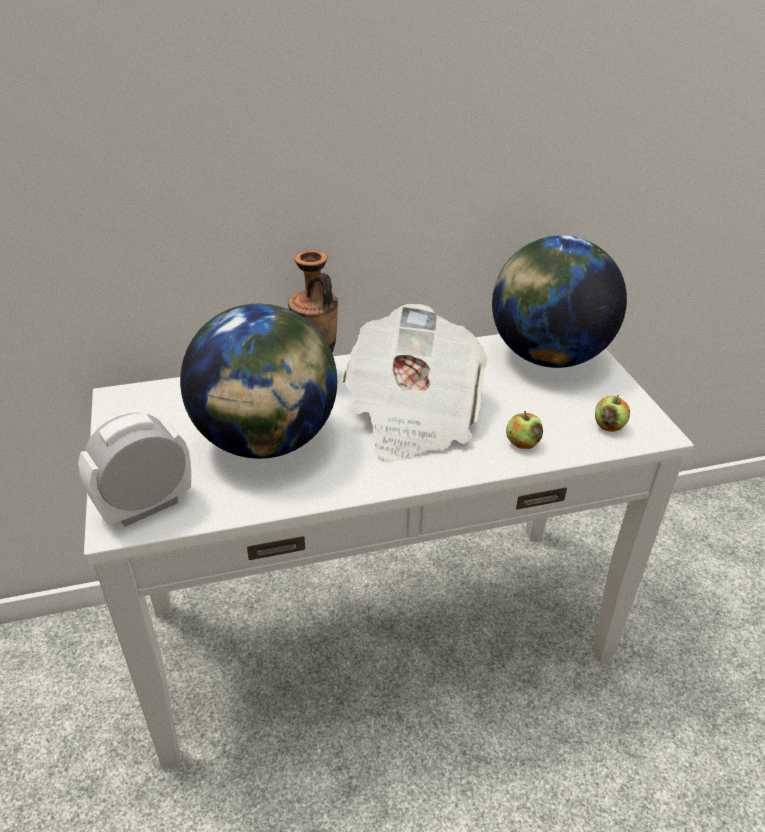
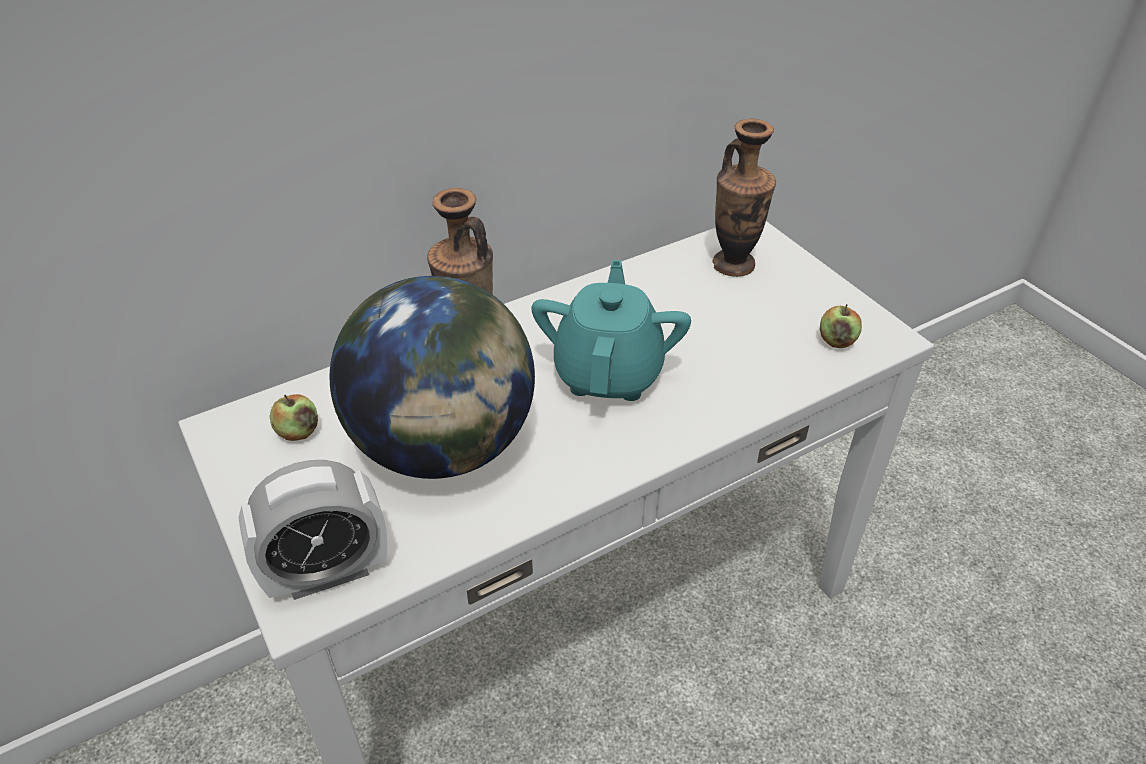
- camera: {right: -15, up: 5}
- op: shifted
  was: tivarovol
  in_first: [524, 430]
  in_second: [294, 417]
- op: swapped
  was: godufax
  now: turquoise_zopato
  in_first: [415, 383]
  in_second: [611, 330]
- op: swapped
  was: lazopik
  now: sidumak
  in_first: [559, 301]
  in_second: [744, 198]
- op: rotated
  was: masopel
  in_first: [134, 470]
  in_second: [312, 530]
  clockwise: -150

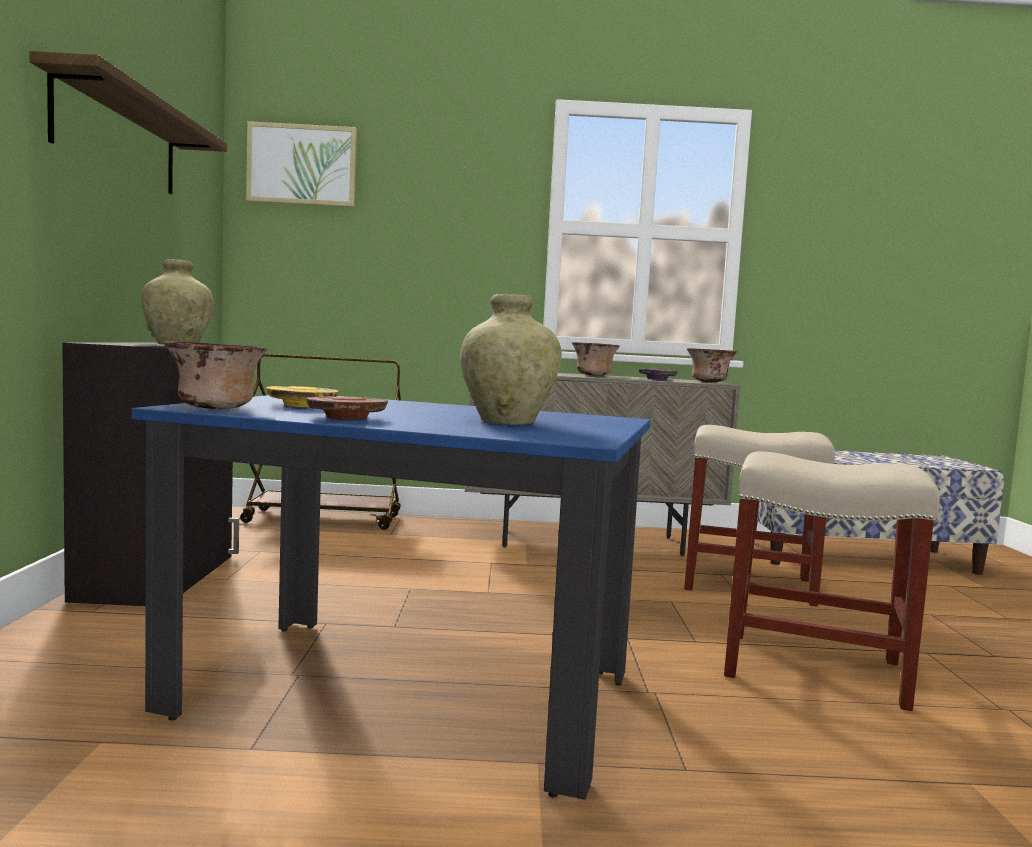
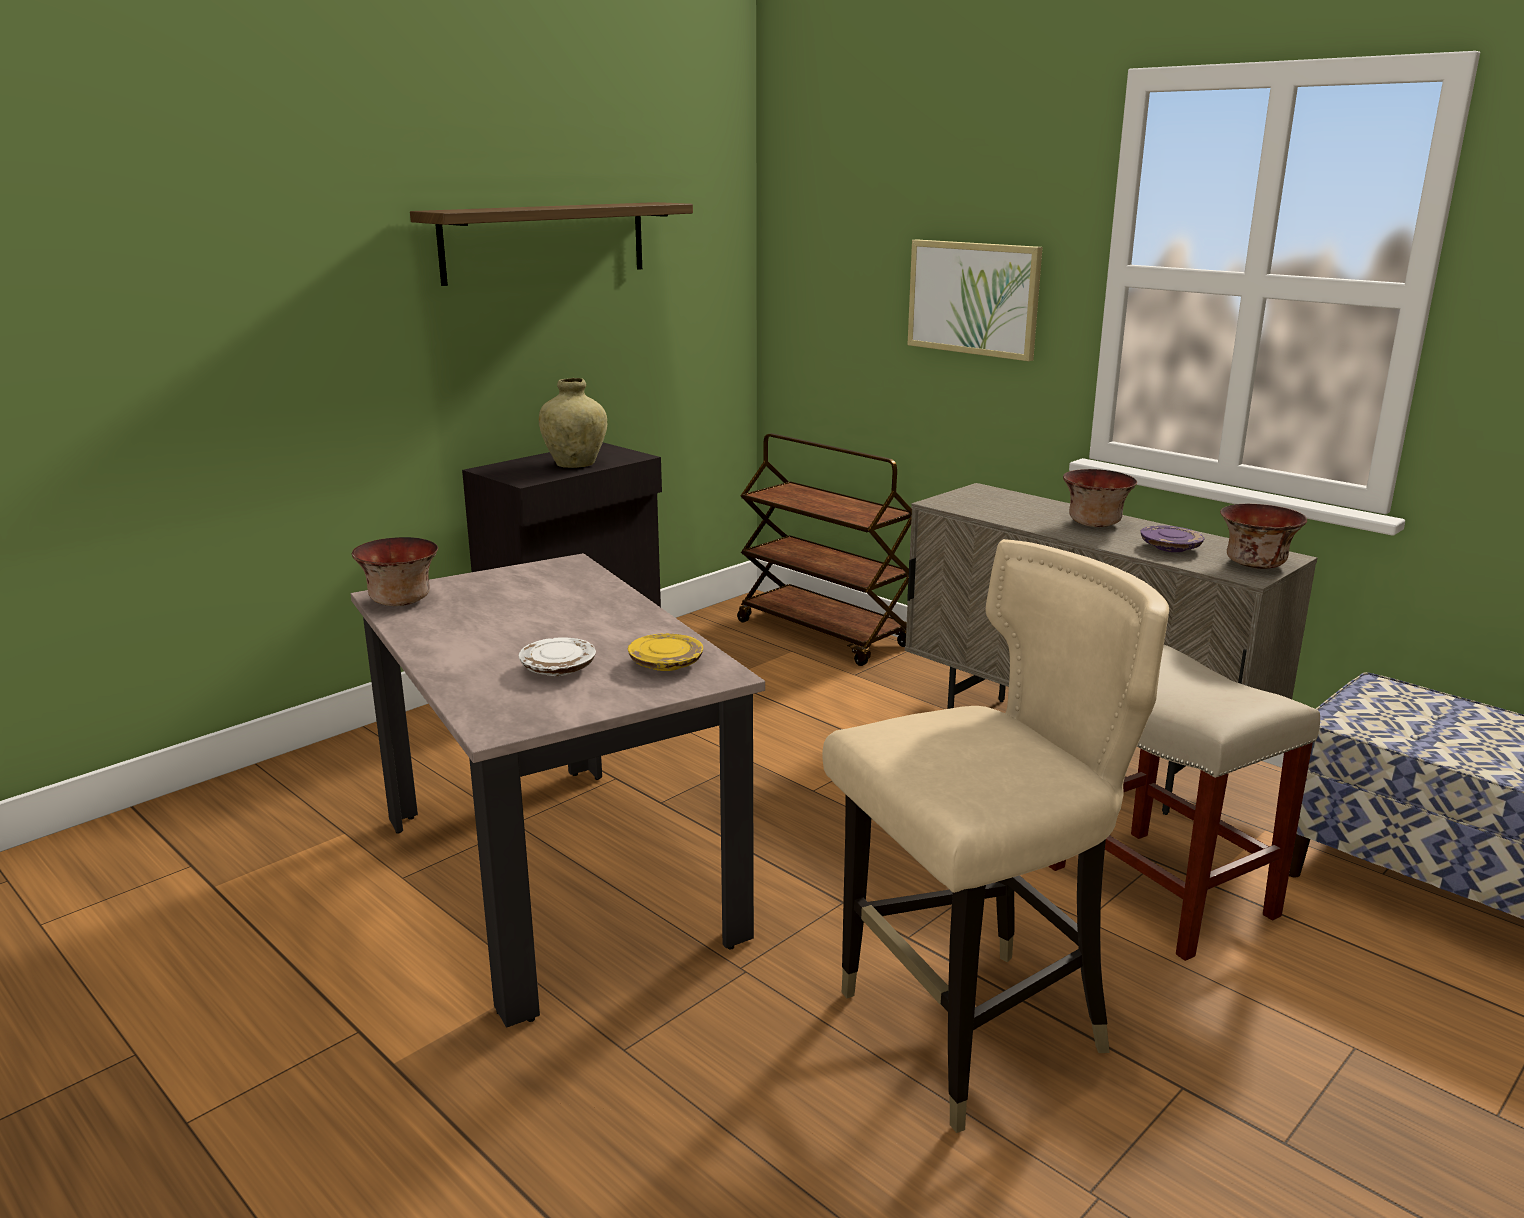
- camera: {right: 45, up: 15}
- op: gone
  was: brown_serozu
  in_first: [347, 408]
- op: shifted
  was: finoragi
  in_first: [301, 164]
  in_second: [975, 300]
- op: shifted
  was: yellow_serozu
  in_first: [302, 396]
  in_second: [665, 652]
- op: swapped
  was: beige_sidumak
  now: white_serozu
  in_first: [511, 359]
  in_second: [557, 656]
- op: swapped
  was: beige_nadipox
  now: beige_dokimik
  in_first: [832, 581]
  in_second: [995, 836]
- op: repainted
  was: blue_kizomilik
  now: beige_kizomilik
  in_first: [391, 597]
  in_second: [558, 790]

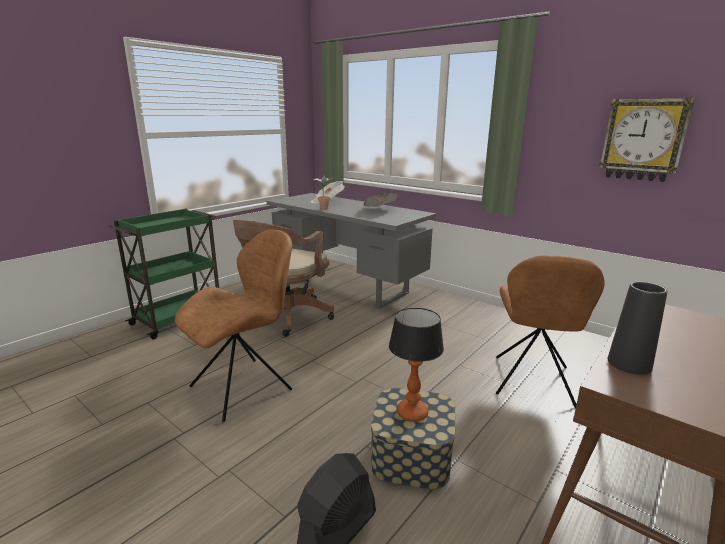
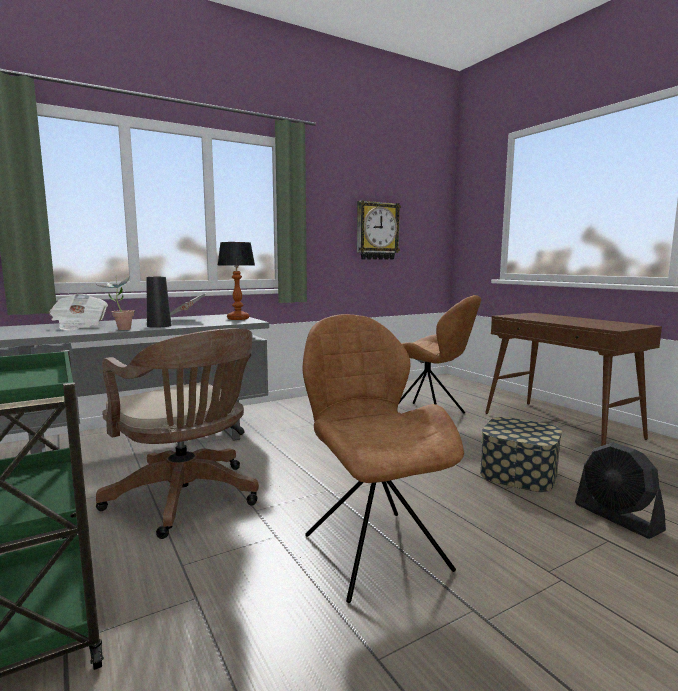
- camera: {right: -70, up: -10}
- op: shifted
  was: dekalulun
  in_first: [416, 365]
  in_second: [236, 281]
- op: shifted
  was: black_sidumak
  in_first: [638, 328]
  in_second: [159, 302]

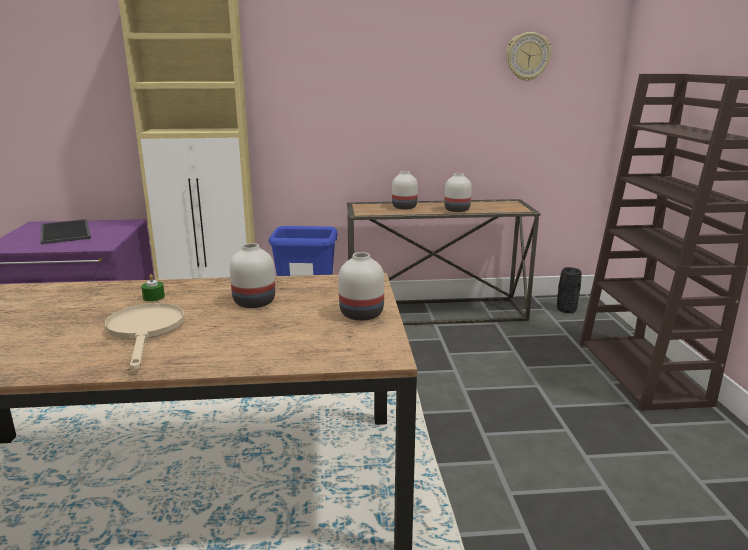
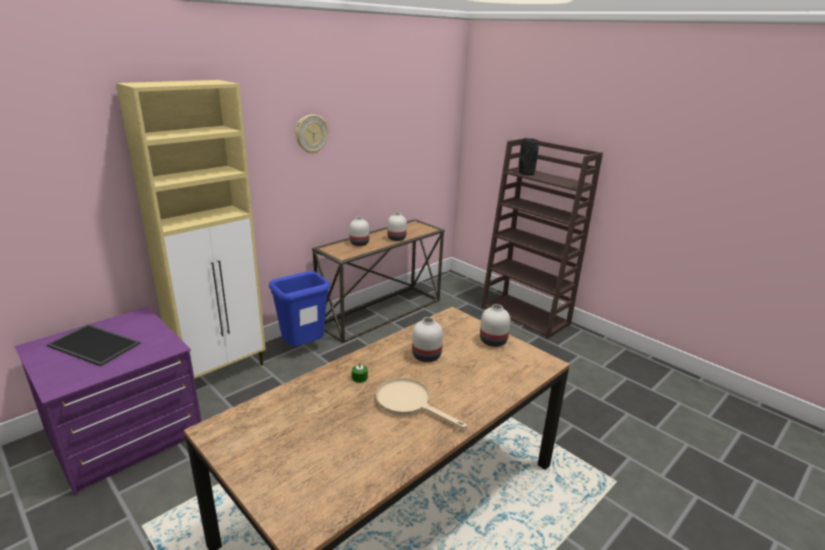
- camera: {right: -40, up: 5}
- op: shifted
  was: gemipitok
  in_first: [529, 56]
  in_second: [312, 134]
- op: shifted
  was: black_sidumak
  in_first: [569, 290]
  in_second: [529, 157]

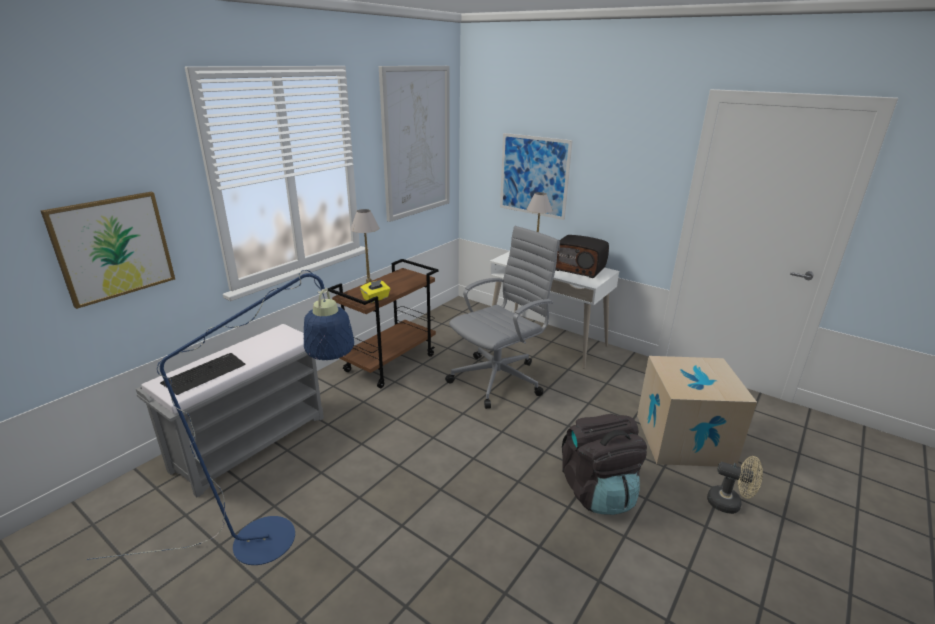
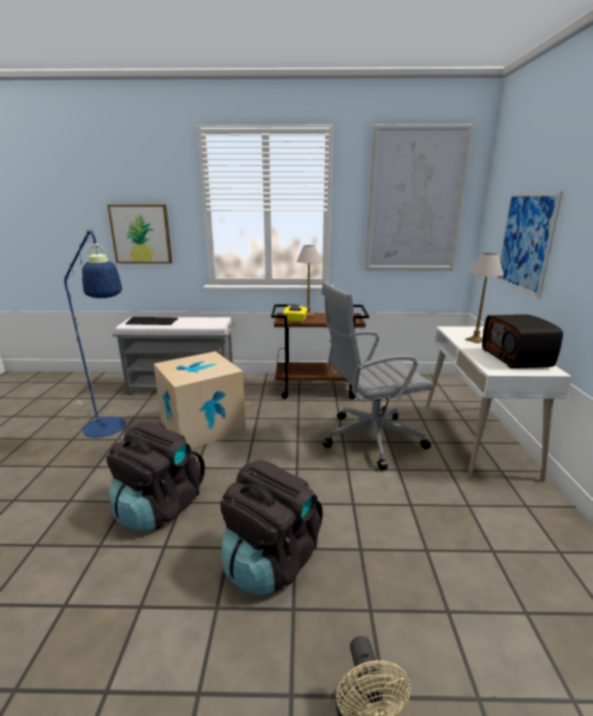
- camera: {right: 55, up: -5}
- op: new
  now: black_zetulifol
  in_second: [156, 476]
- op: shifted
  was: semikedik
  in_first: [697, 411]
  in_second: [200, 400]
- op: rotated
  was: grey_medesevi
  in_first: [502, 317]
  in_second: [377, 375]
  clockwise: 150

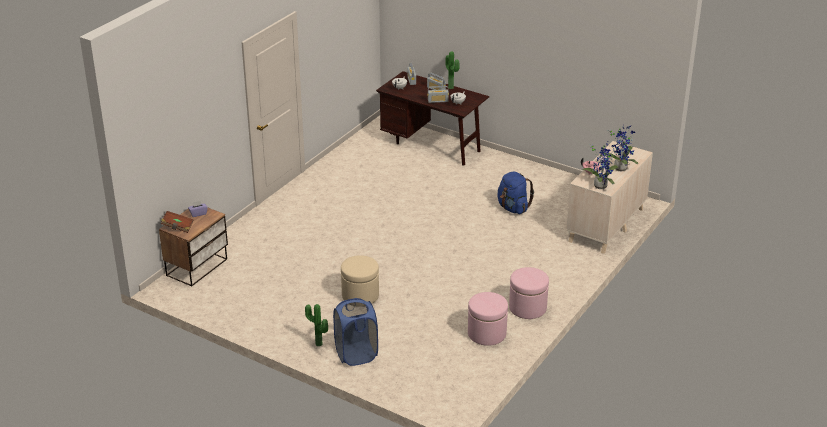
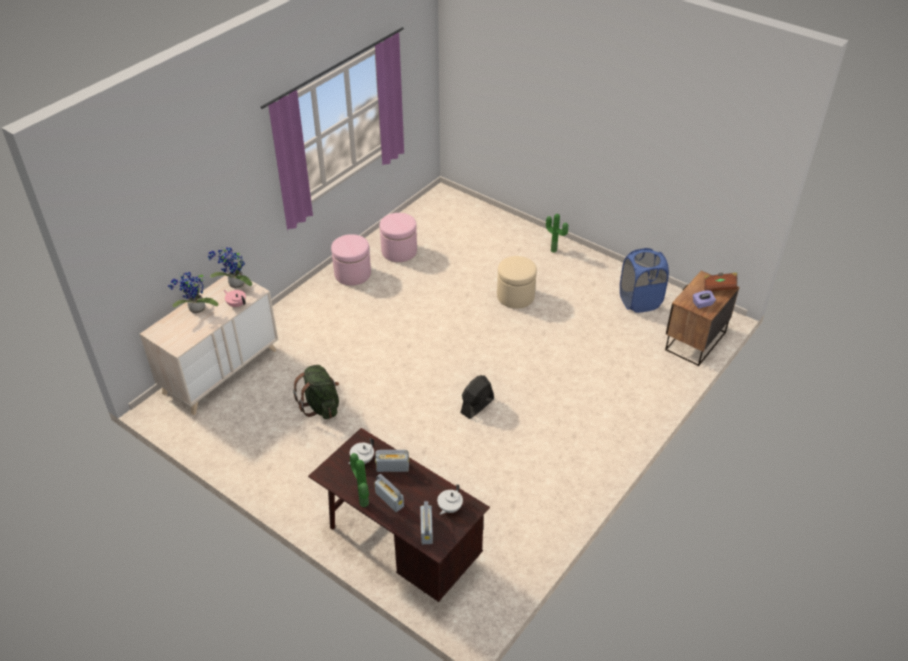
- camera: {right: -175, up: 10}
- op: new
  now: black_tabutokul
  in_second: [477, 397]
- op: shifted
  was: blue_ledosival
  in_first: [355, 332]
  in_second: [644, 280]
- op: repainted
  was: blue_zetulifol
  now: green_zetulifol
  in_first: [515, 193]
  in_second: [316, 392]

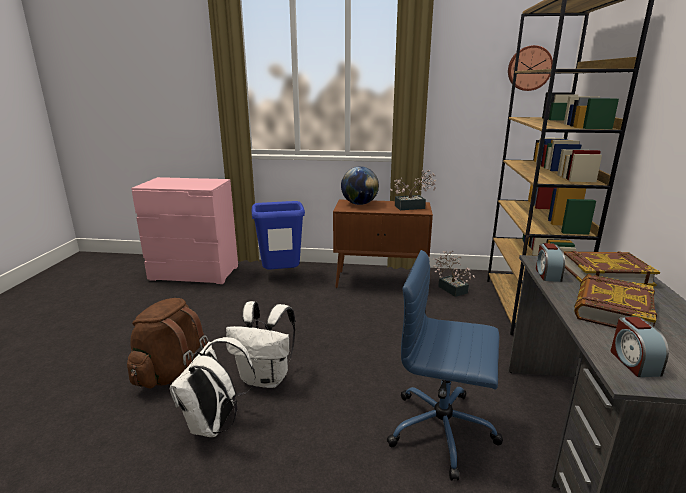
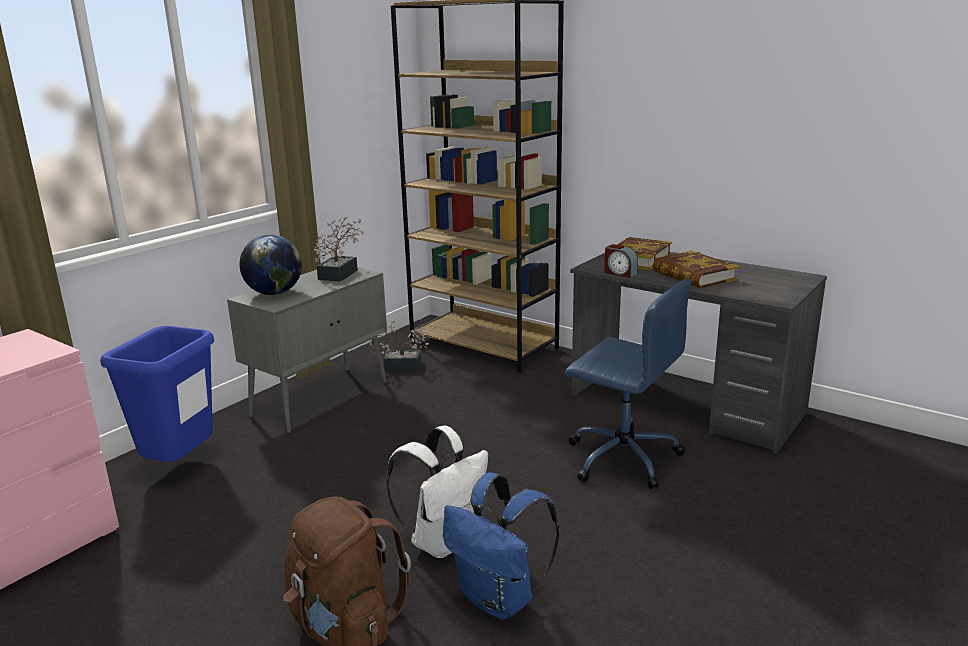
- camera: {right: -60, up: 0}
- op: gone
  was: gemipitok
  in_first: [530, 68]
- op: gone
  was: masopel
  in_first: [640, 346]
- op: repainted
  was: white_zetulifol
  now: blue_zetulifol
  in_first: [213, 387]
  in_second: [501, 546]
- op: repainted
  was: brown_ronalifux
  now: grey_ronalifux
  in_first: [383, 243]
  in_second: [307, 350]
- op: rotated
  was: blue_medesevi
  in_first: [445, 365]
  in_second: [628, 384]
  clockwise: -105

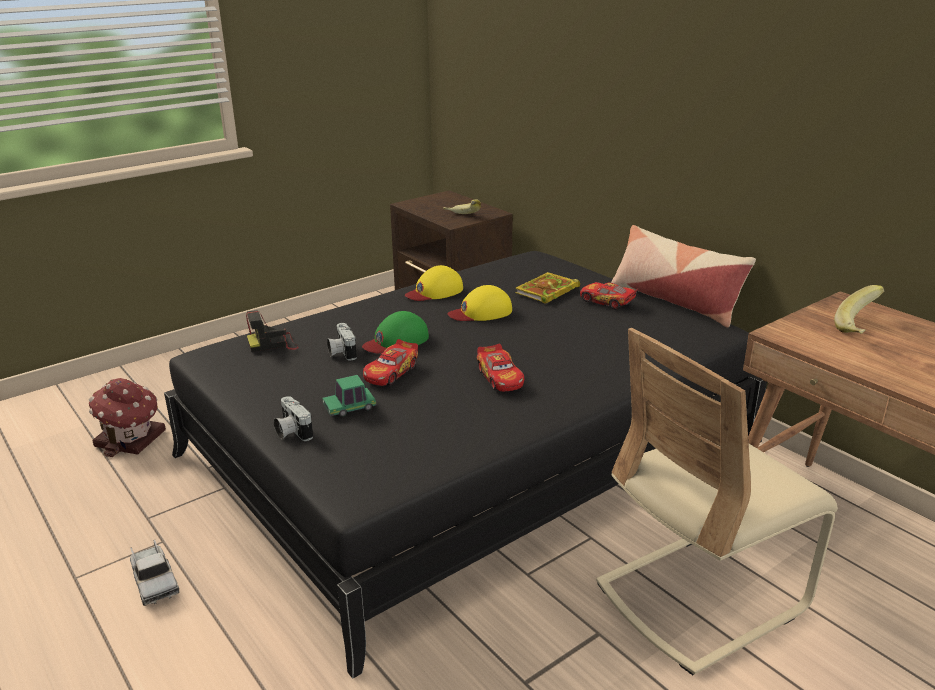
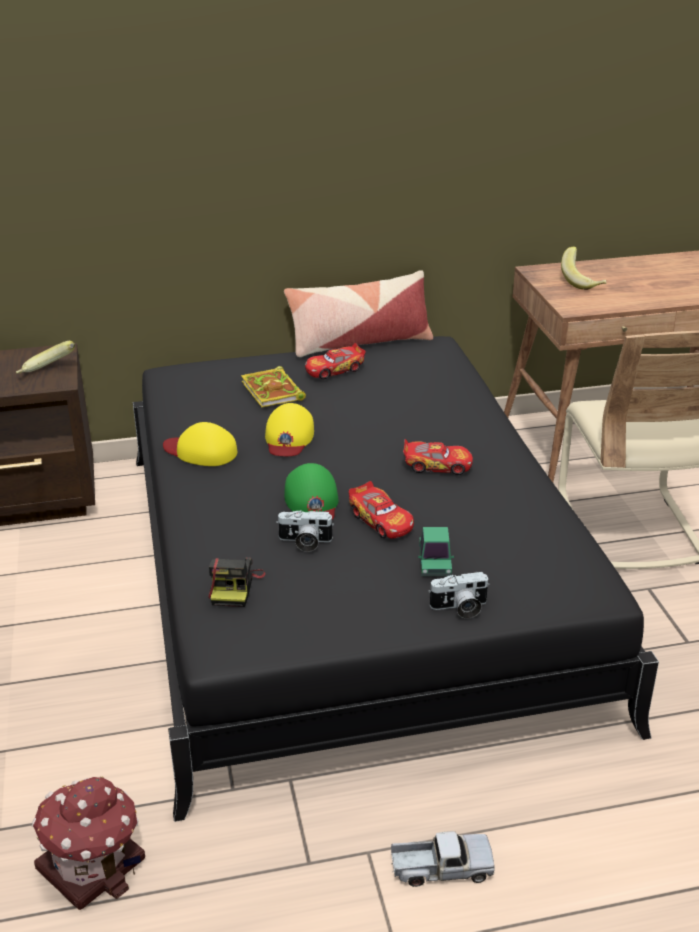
- camera: {right: -65, up: 5}
- op: rotated
  was: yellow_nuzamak
  in_first: [434, 283]
  in_second: [200, 444]
  clockwise: 120

